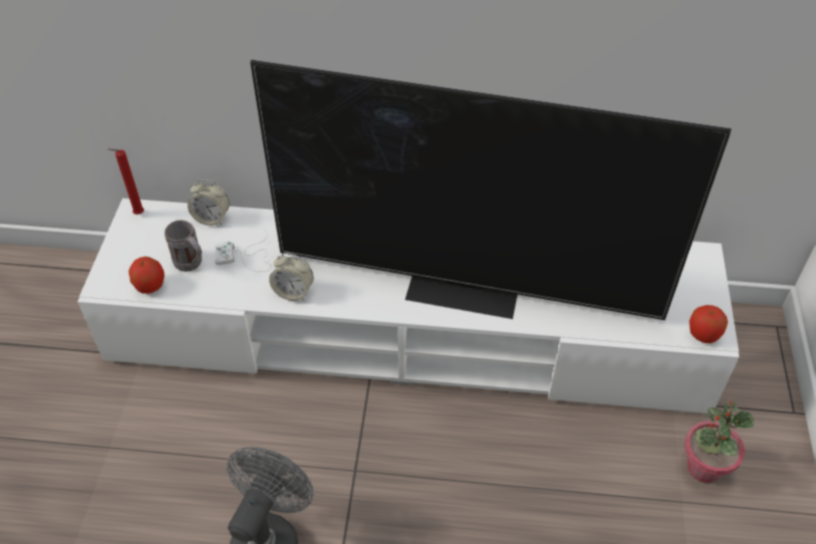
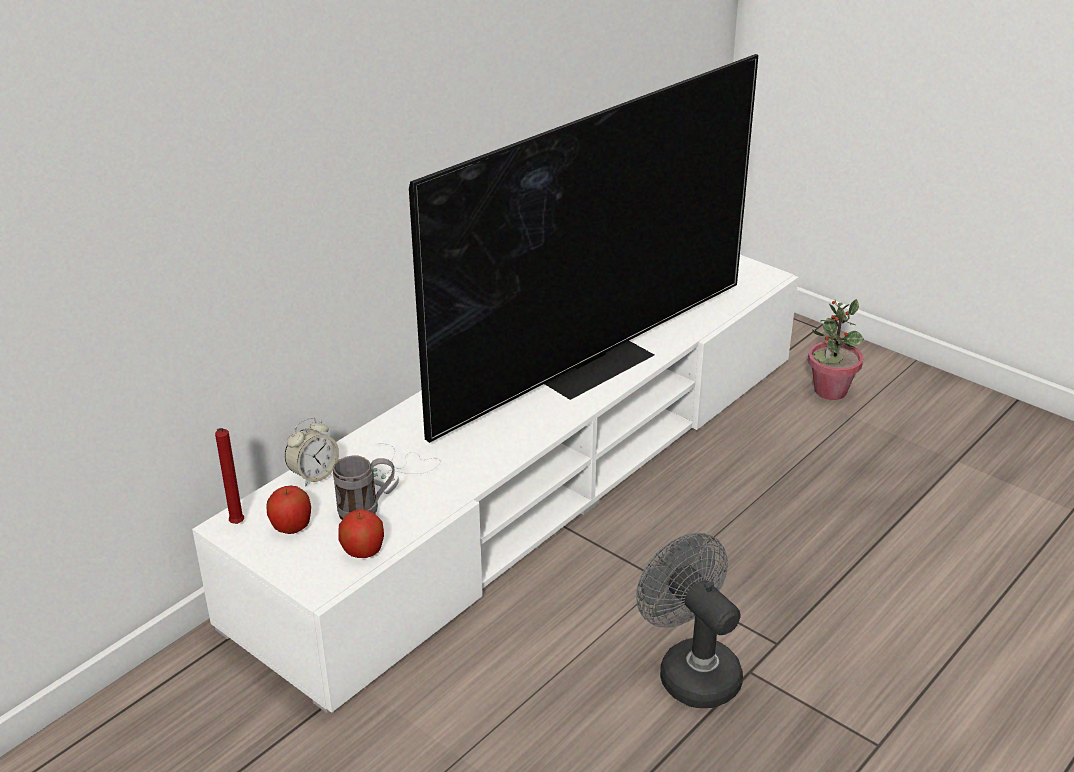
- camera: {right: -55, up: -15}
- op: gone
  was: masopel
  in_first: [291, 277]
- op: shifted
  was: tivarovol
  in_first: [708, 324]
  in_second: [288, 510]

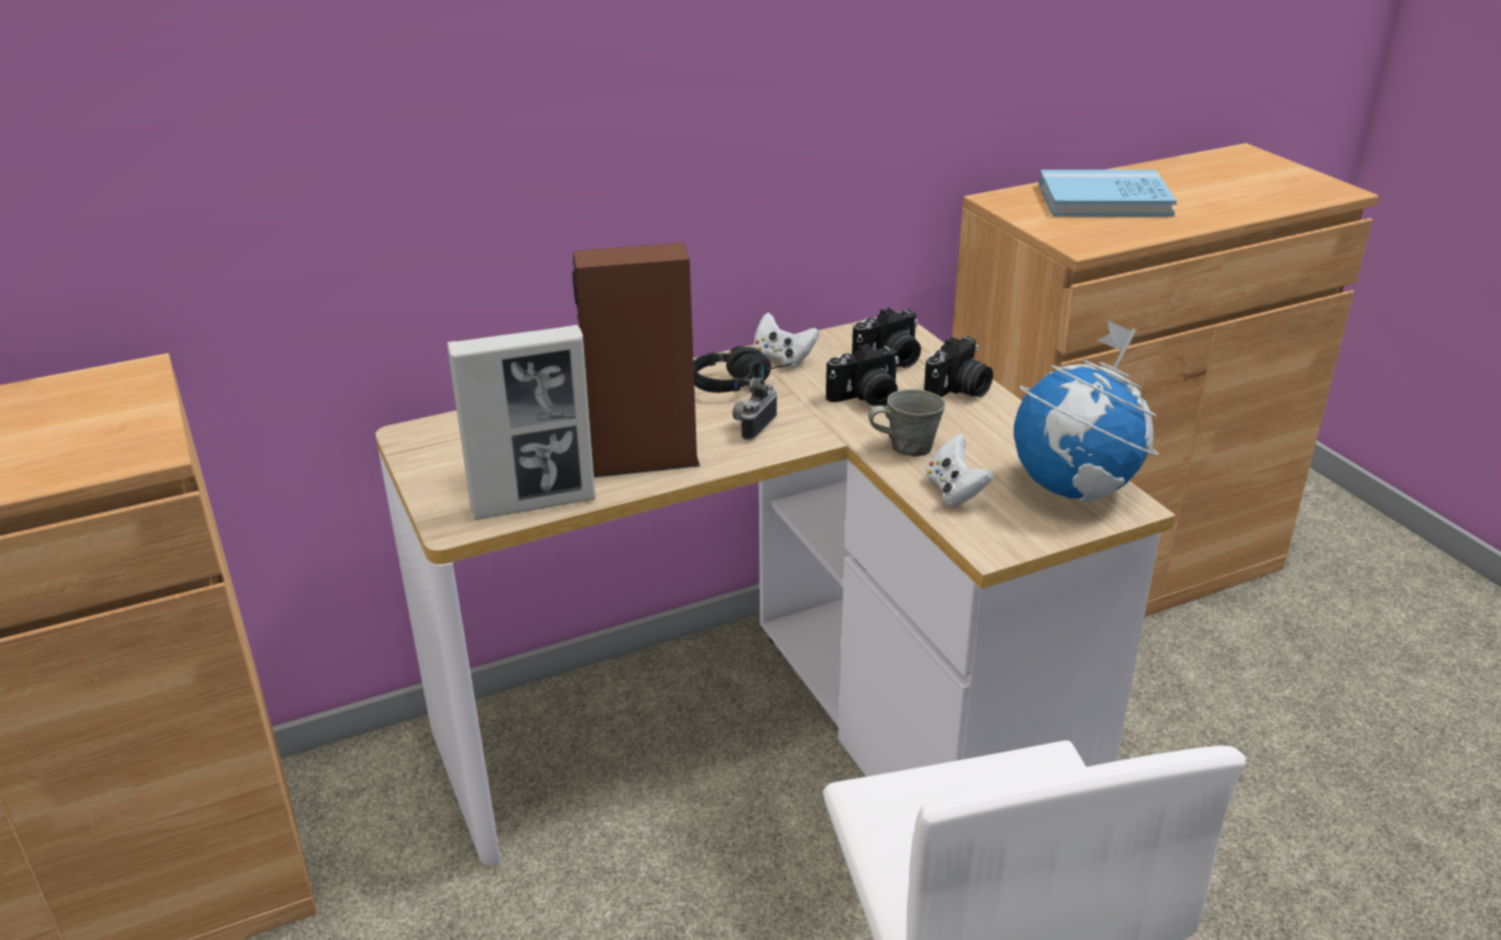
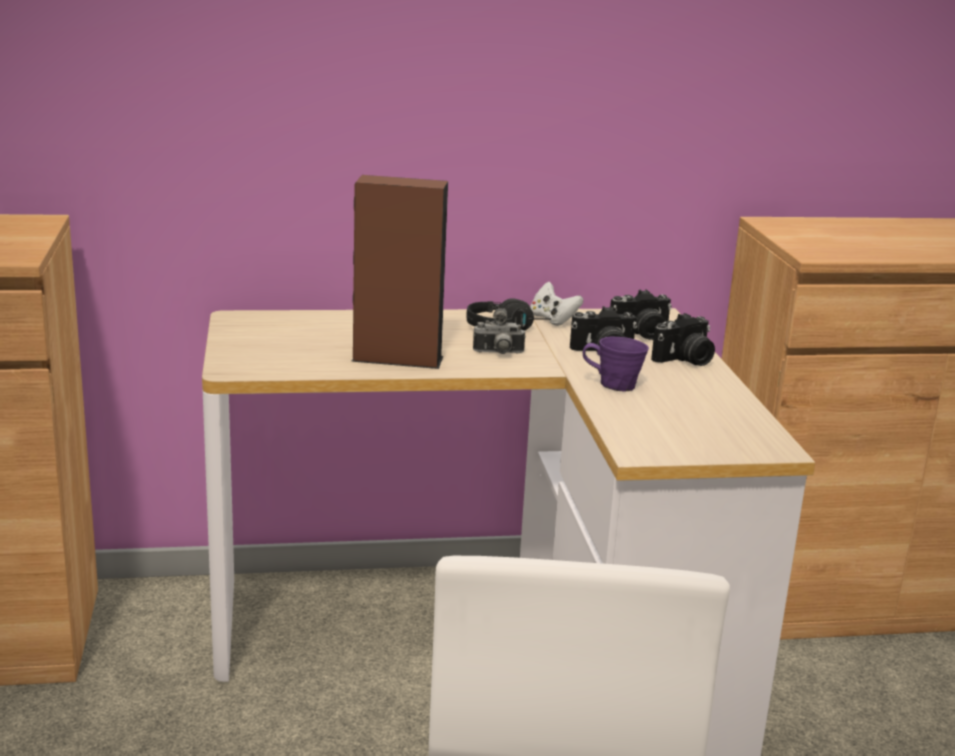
- camera: {right: 15, up: -10}
- op: gone
  was: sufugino
  in_first: [521, 422]
- op: gone
  was: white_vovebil
  in_first: [959, 470]
- op: gone
  was: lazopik
  in_first: [1086, 411]
- op: gone
  was: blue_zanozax
  in_first: [1108, 193]
- op: repainted
  was: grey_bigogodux
  now: purple_bigogodux
  in_first: [906, 423]
  in_second: [616, 364]
- op: rotated
  was: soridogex
  in_first: [755, 409]
  in_second: [499, 331]
  clockwise: -135

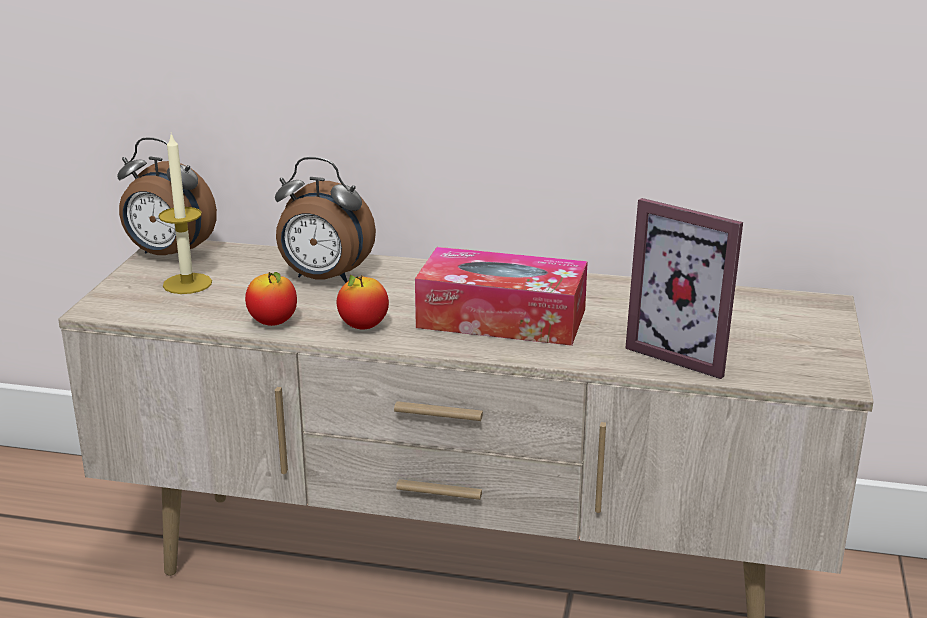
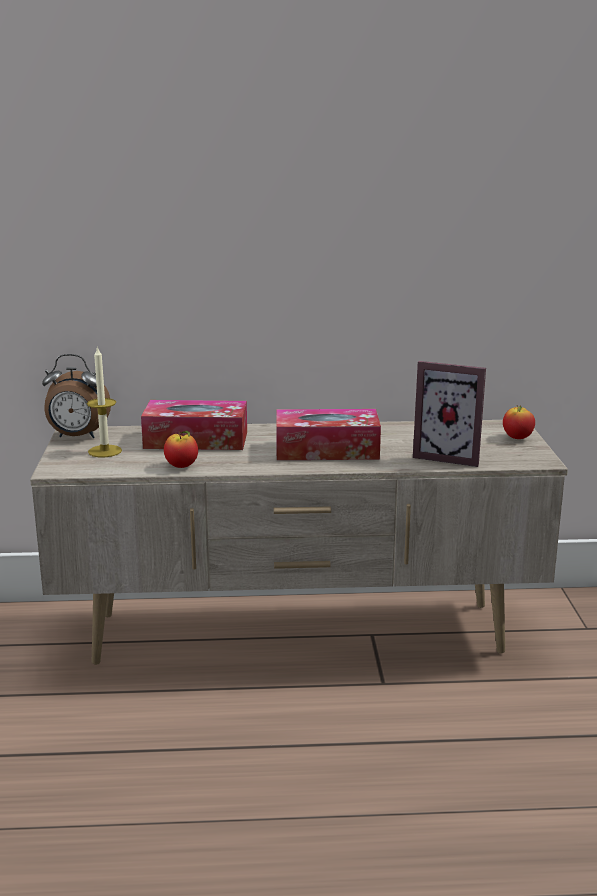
- camera: {right: -15, up: -5}
- op: shifted
  was: tivarovol
  in_first: [363, 302]
  in_second: [519, 422]
- op: swapped
  was: masopel
  now: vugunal
  in_first: [325, 220]
  in_second: [194, 425]

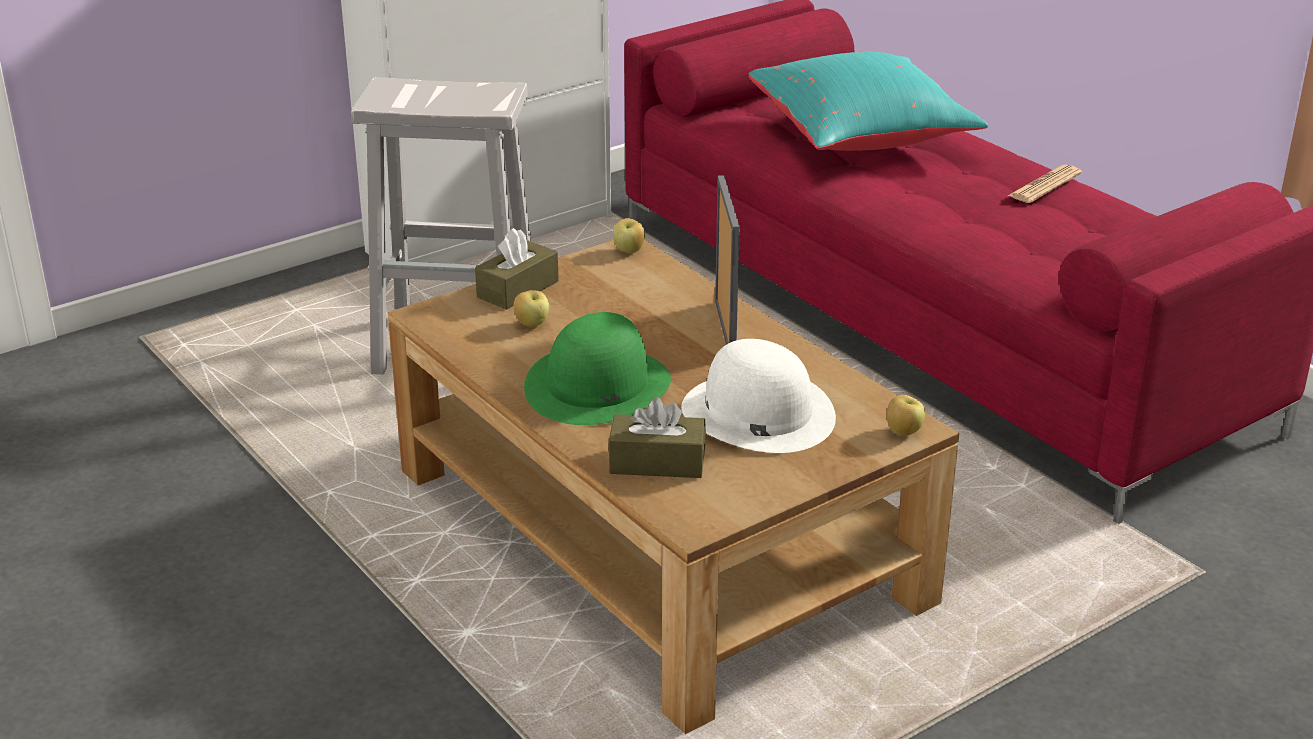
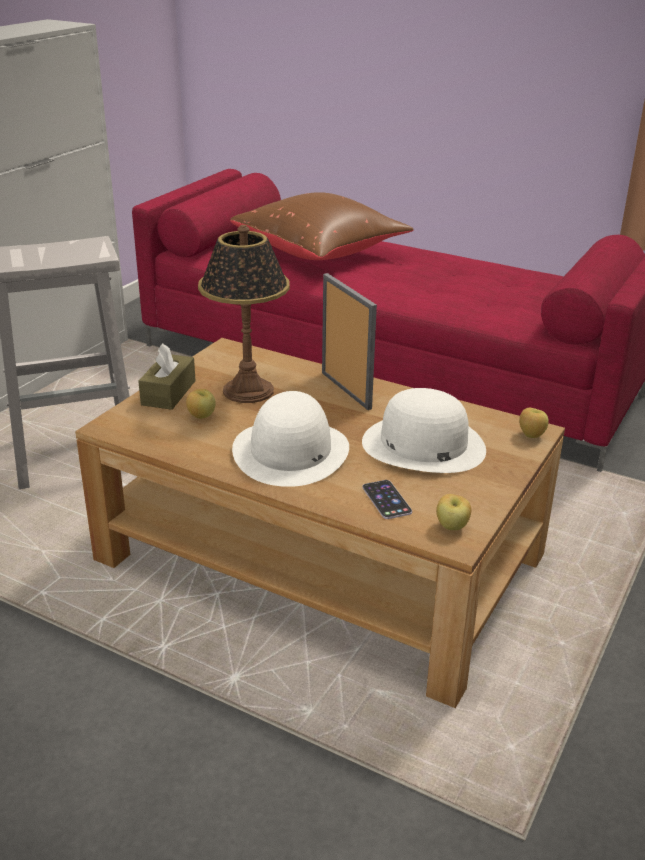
- camera: {right: -25, up: 0}
- op: gone
  was: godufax
  in_first: [1045, 184]
- op: new
  now: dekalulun
  in_second: [244, 314]
- op: shifted
  was: tivarovol
  in_first: [629, 235]
  in_second: [453, 512]
- op: swapped
  was: brown_vugunal
  now: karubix
  in_first: [657, 437]
  in_second: [387, 499]
- op: repainted
  was: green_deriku
  now: white_deriku
  in_first: [597, 368]
  in_second: [290, 439]
- op: repainted
  was: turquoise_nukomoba
  now: brown_nukomoba
  in_first: [868, 101]
  in_second: [322, 226]

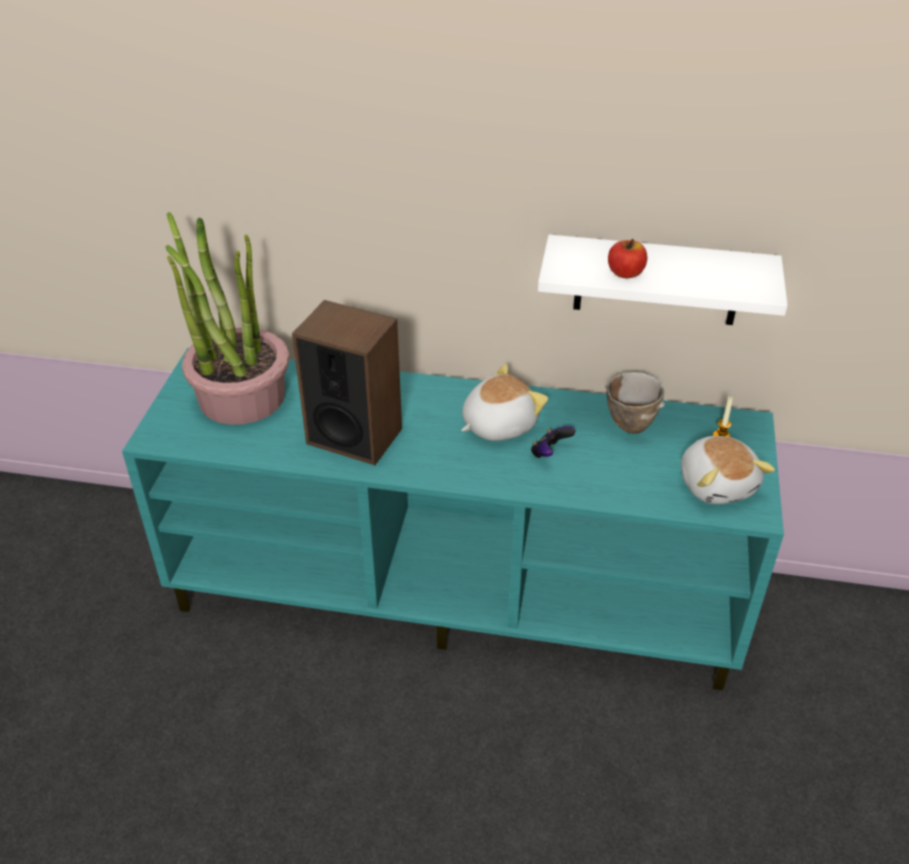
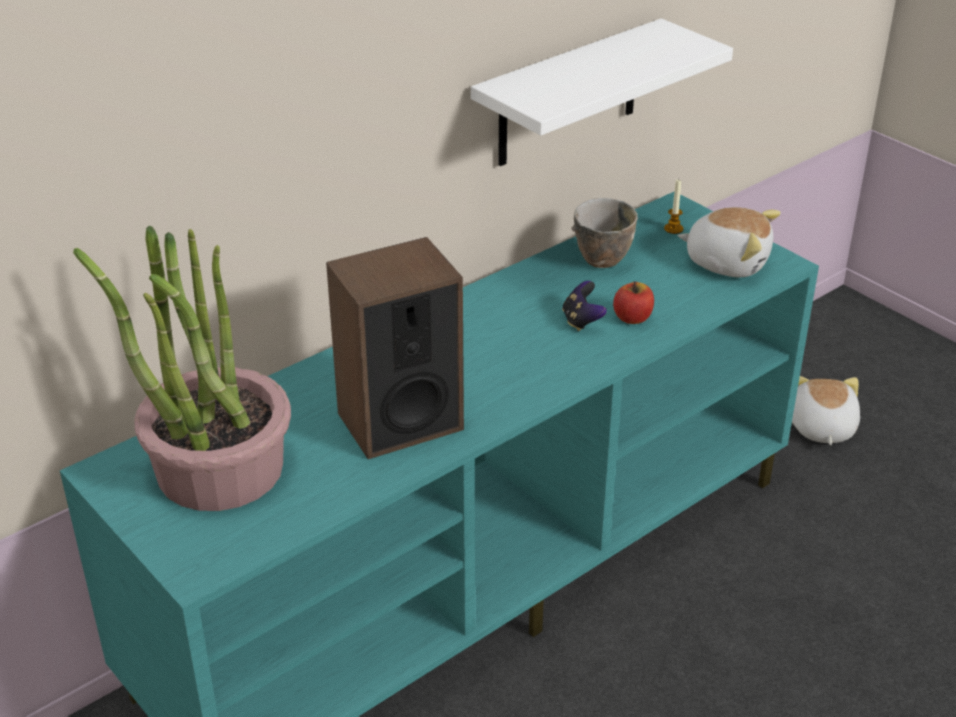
- camera: {right: -50, up: -5}
- op: shifted
  was: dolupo
  in_first: [504, 402]
  in_second: [826, 410]
- op: shifted
  was: tivarovol
  in_first: [627, 258]
  in_second: [633, 302]

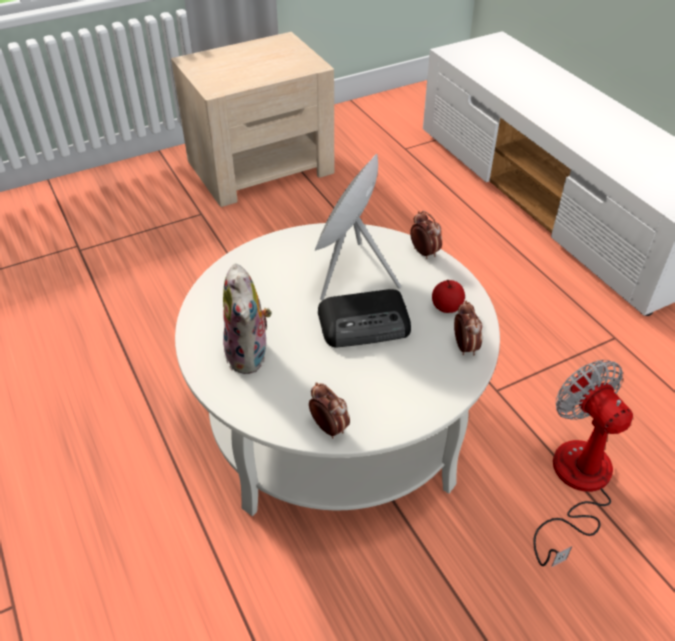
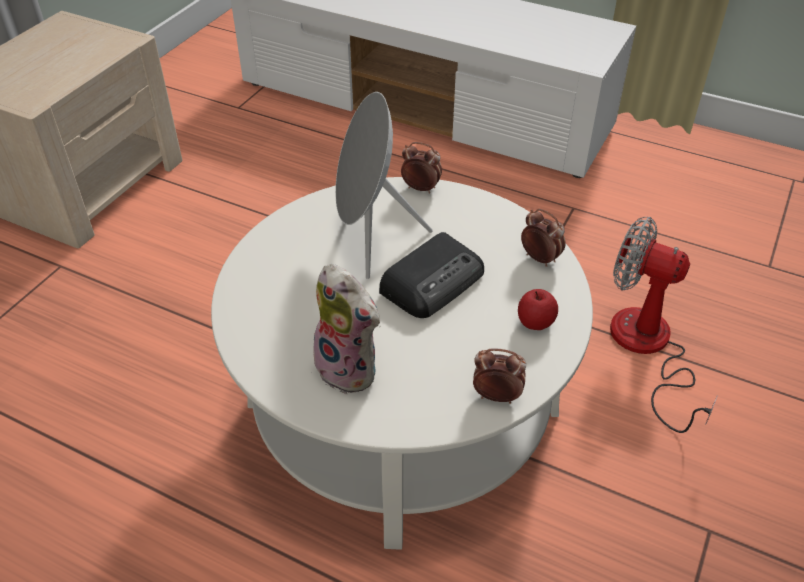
- camera: {right: -35, up: 0}
- op: shifted
  was: tivarovol
  in_first: [448, 296]
  in_second: [538, 309]

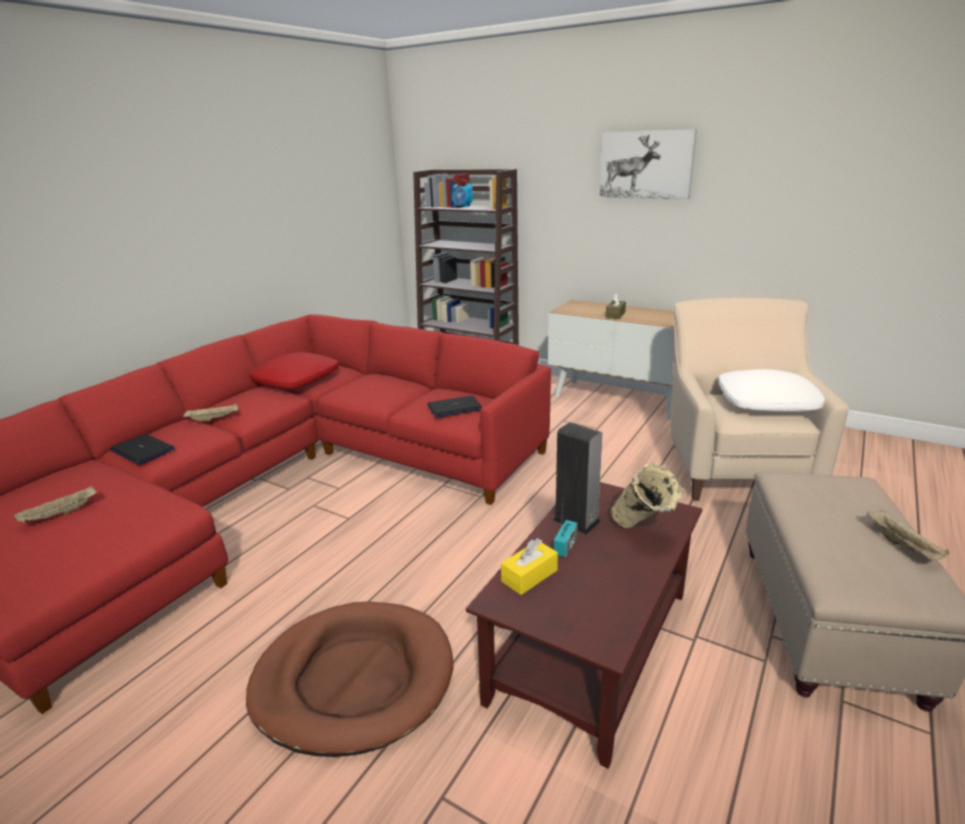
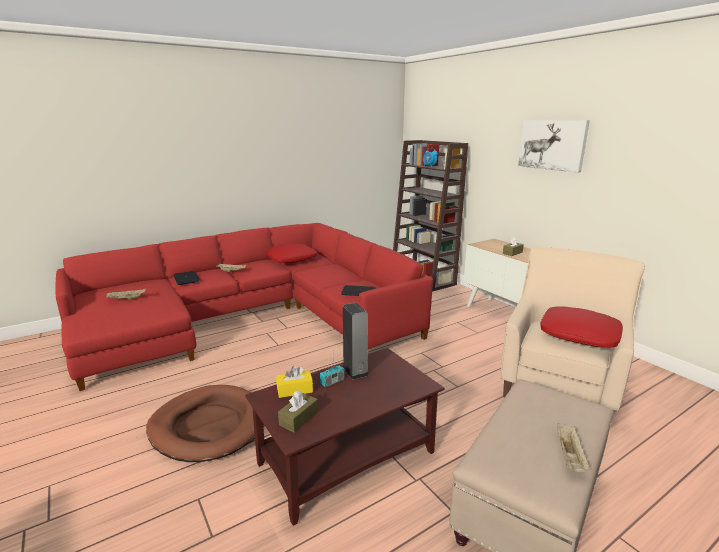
- camera: {right: 25, up: -5}
- op: gone
  was: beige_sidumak
  in_first: [647, 495]
- op: new
  now: brown_vugunal
  in_second: [298, 411]
- op: repainted
  was: white_nukomoba
  now: red_nukomoba
  in_first: [771, 390]
  in_second: [581, 327]

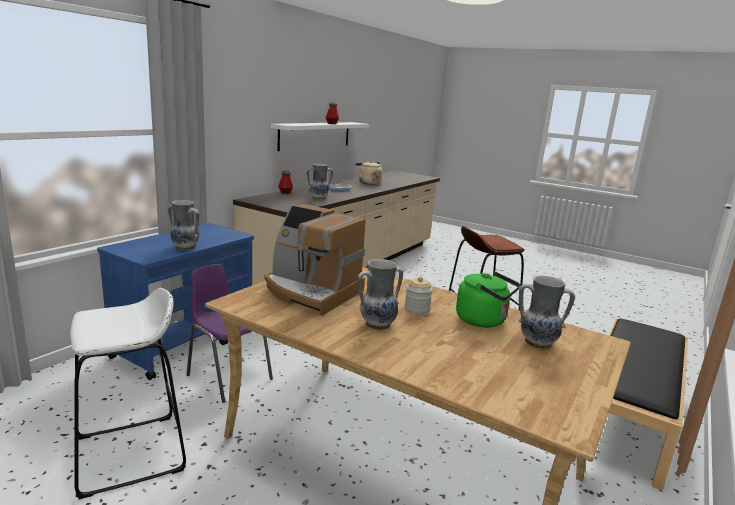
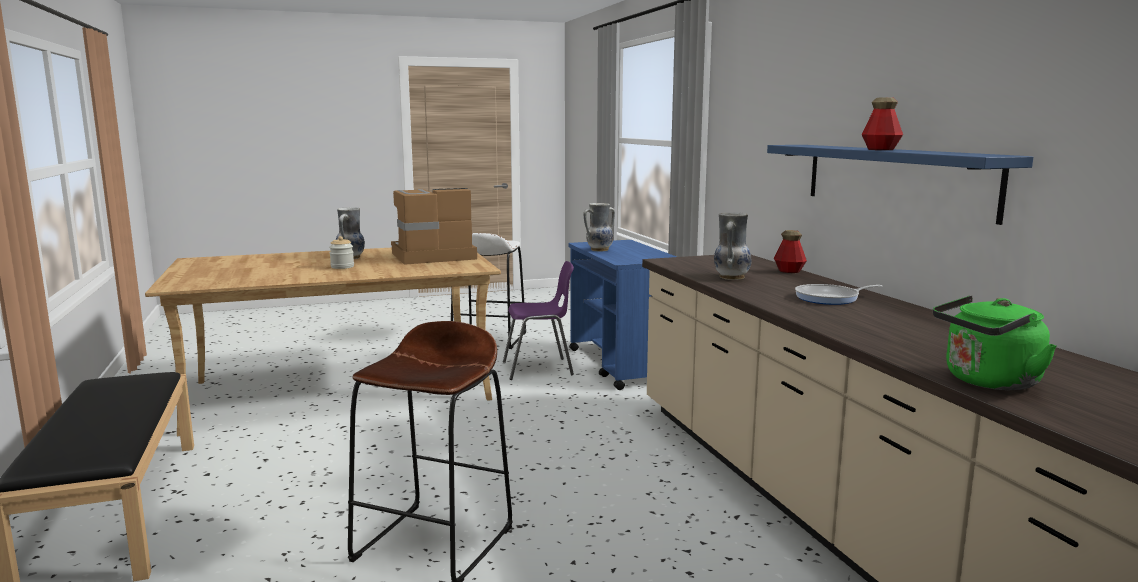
- camera: {right: 130, up: -5}
- op: gone
  was: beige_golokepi
  in_first: [368, 173]
- op: gone
  was: sidumak
  in_first: [547, 312]
- op: shifted
  was: green_golokepi
  in_first: [488, 299]
  in_second: [995, 342]
- op: repainted
  was: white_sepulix
  now: blue_sepulix
  in_first: [320, 136]
  in_second: [900, 185]

